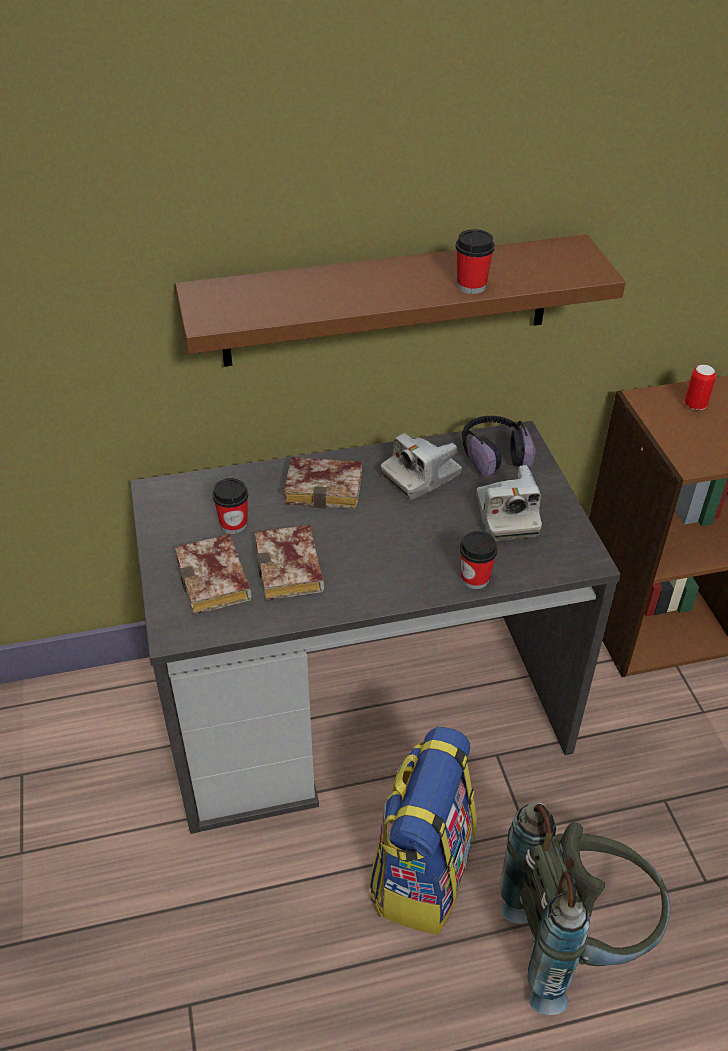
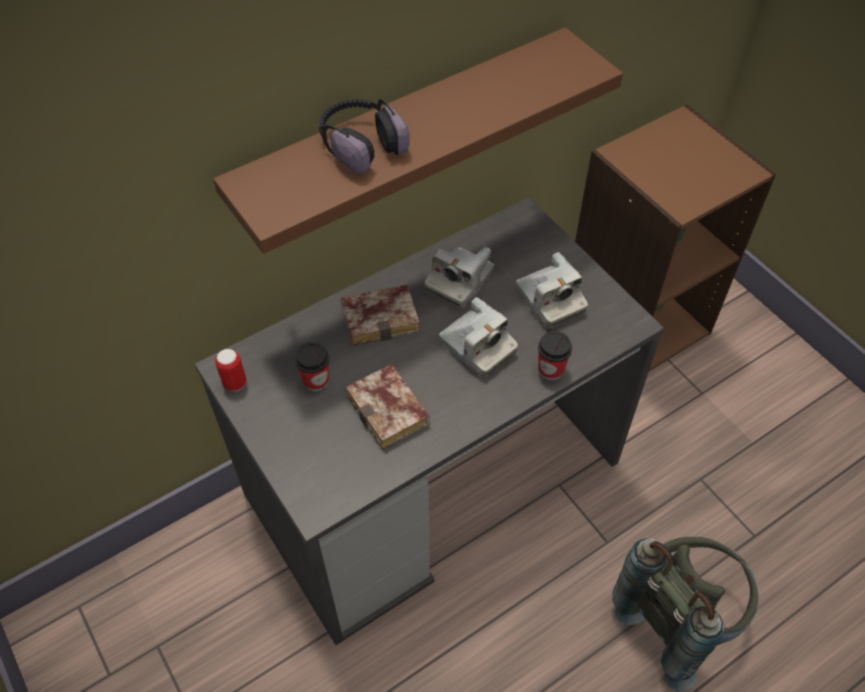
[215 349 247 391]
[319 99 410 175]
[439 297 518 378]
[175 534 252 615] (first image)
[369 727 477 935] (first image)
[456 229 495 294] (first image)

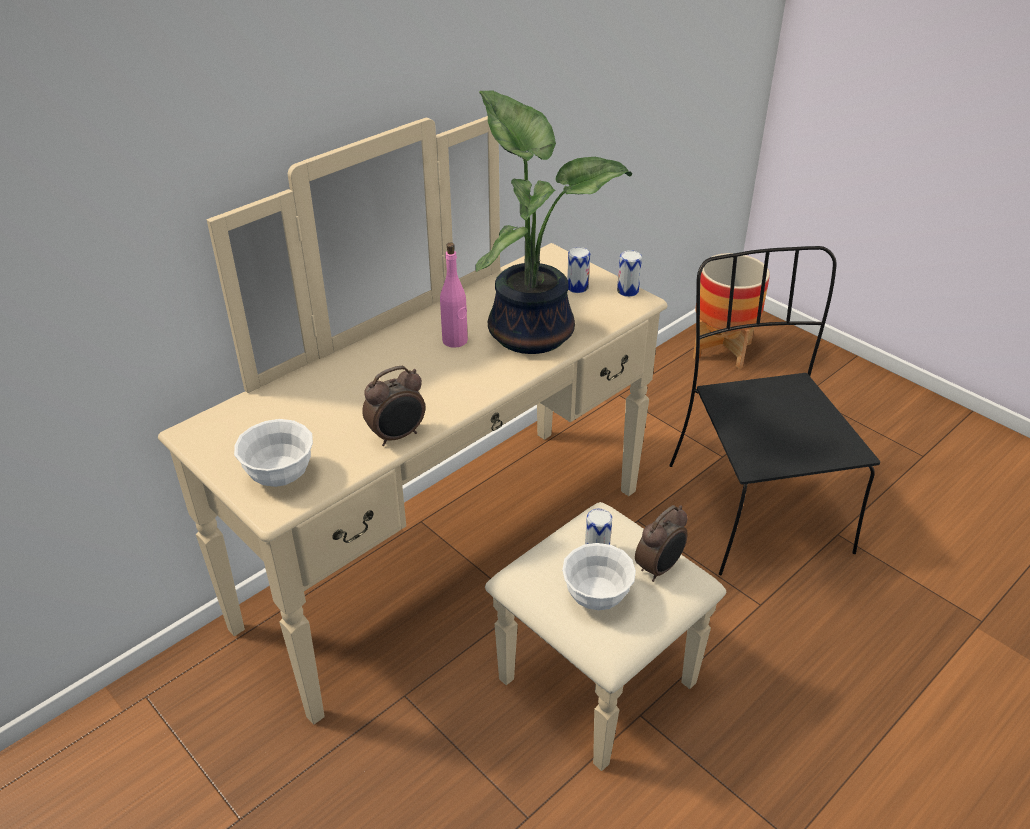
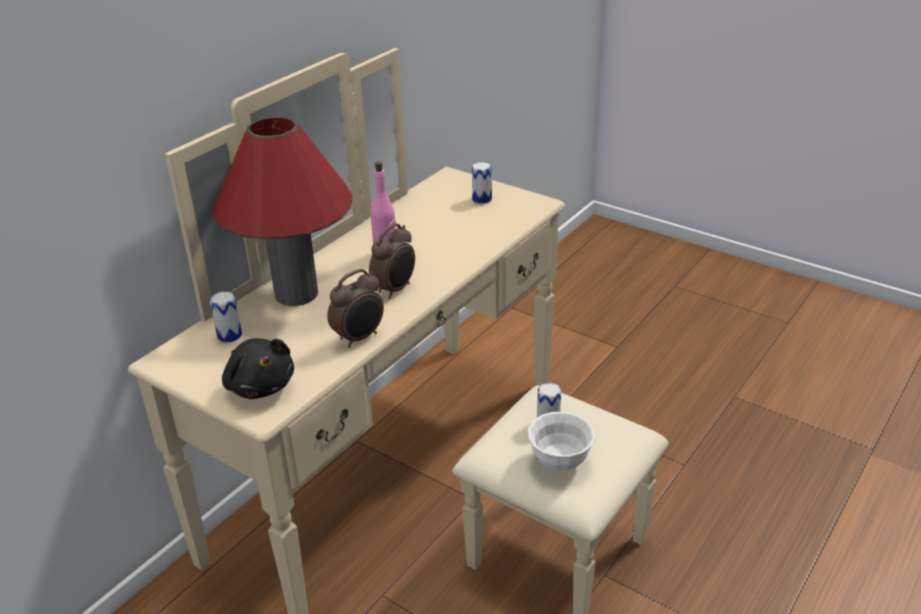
[210 291 242 343]
[213 117 353 306]
[222 338 294 399]
[369 223 415 299]
[475 90 632 354] (first image)
[669 246 880 575] (first image)
[693 253 770 369] (first image)

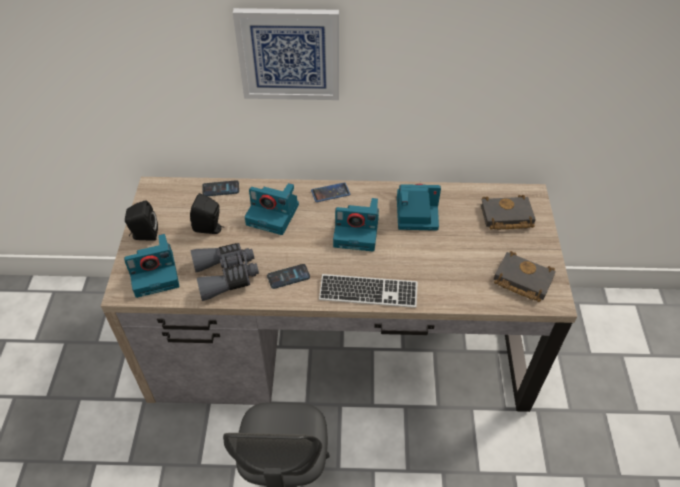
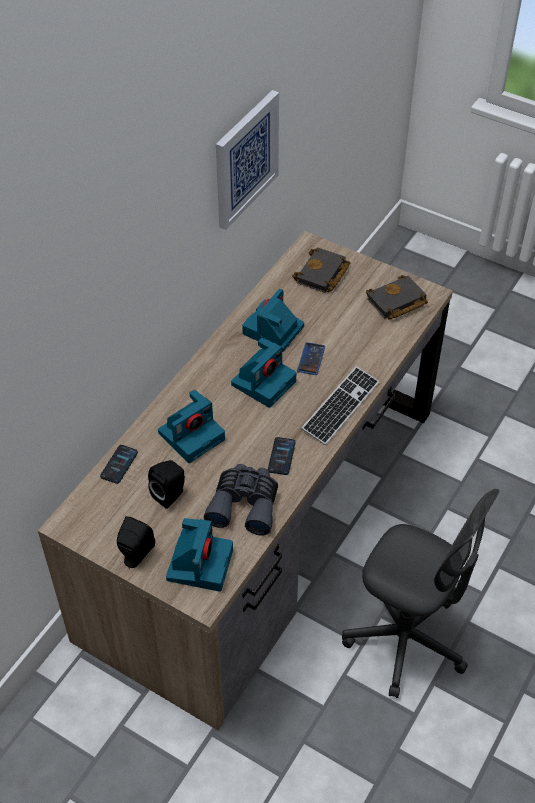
[216 90 279 230]
[297 342 325 375]

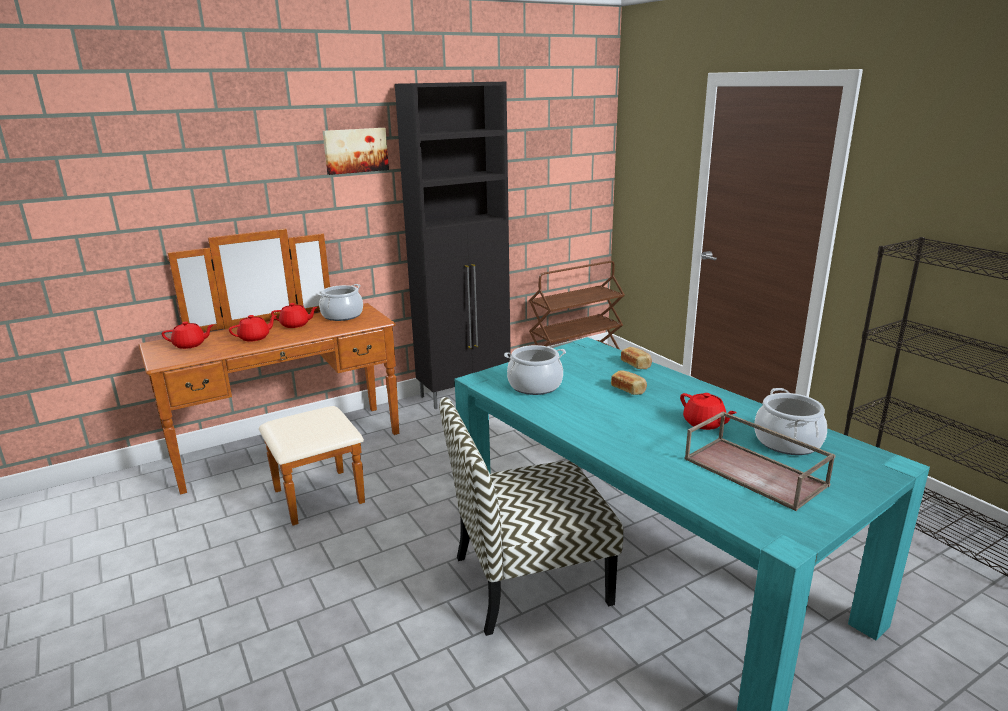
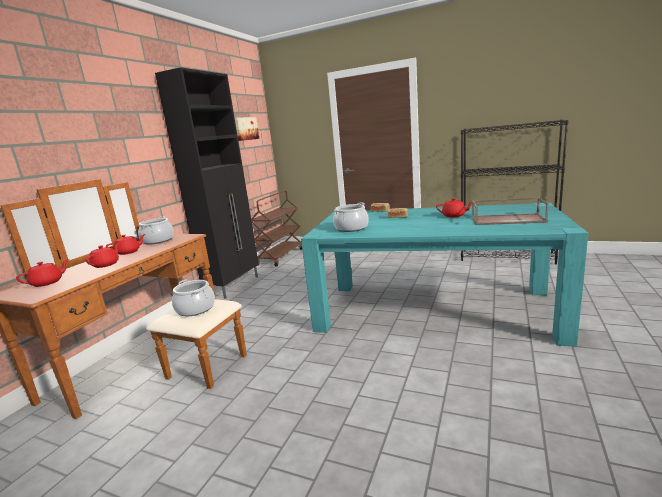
[172 280 215 316]
[235 117 259 141]
[439 397 624 636] (first image)

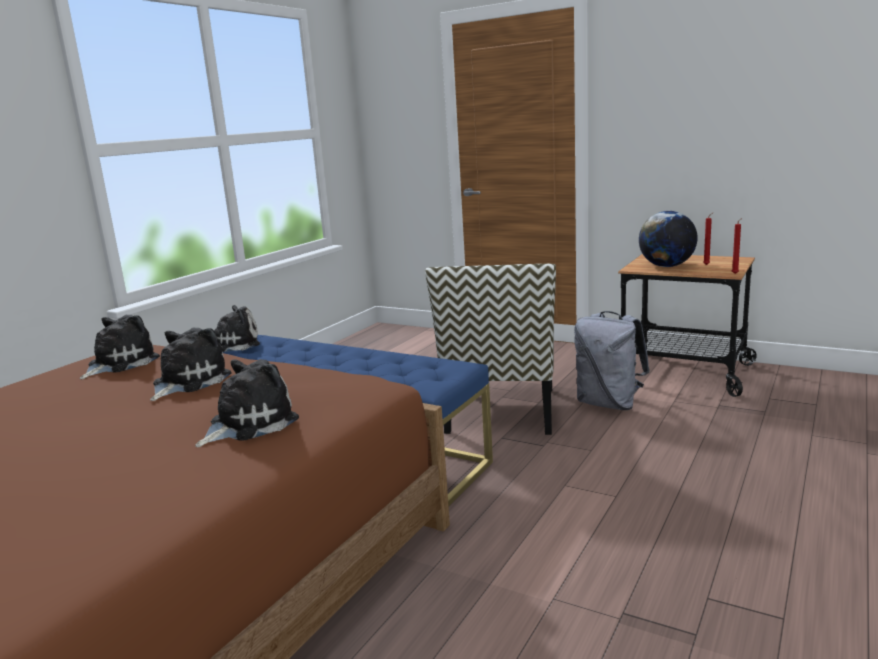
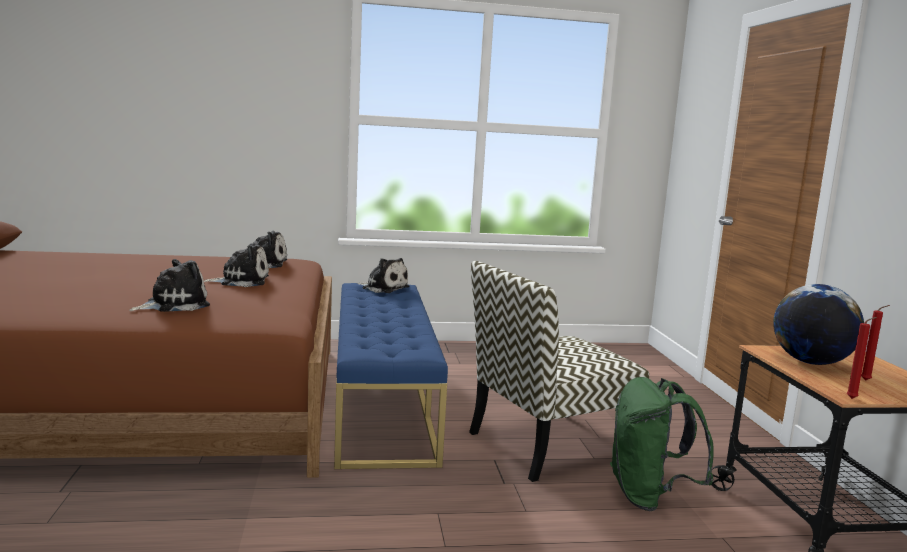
[129 259 210 312]
[610 377 714 511]

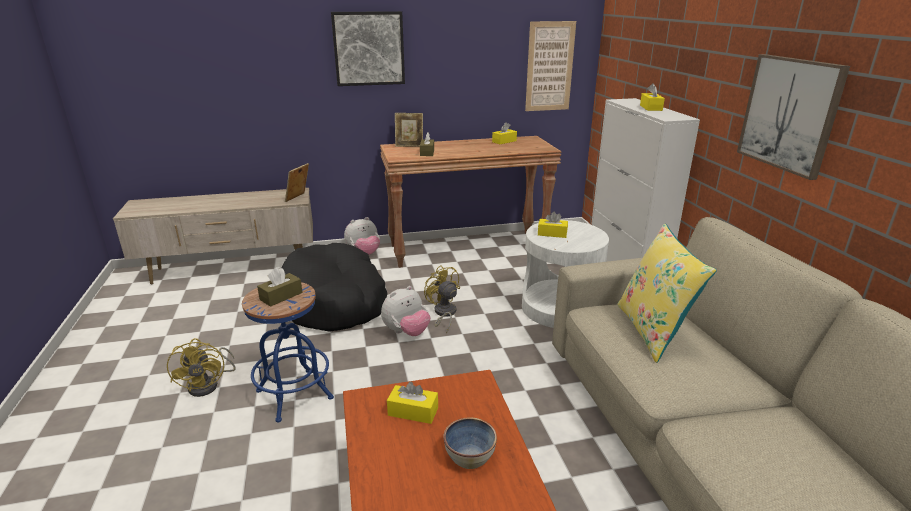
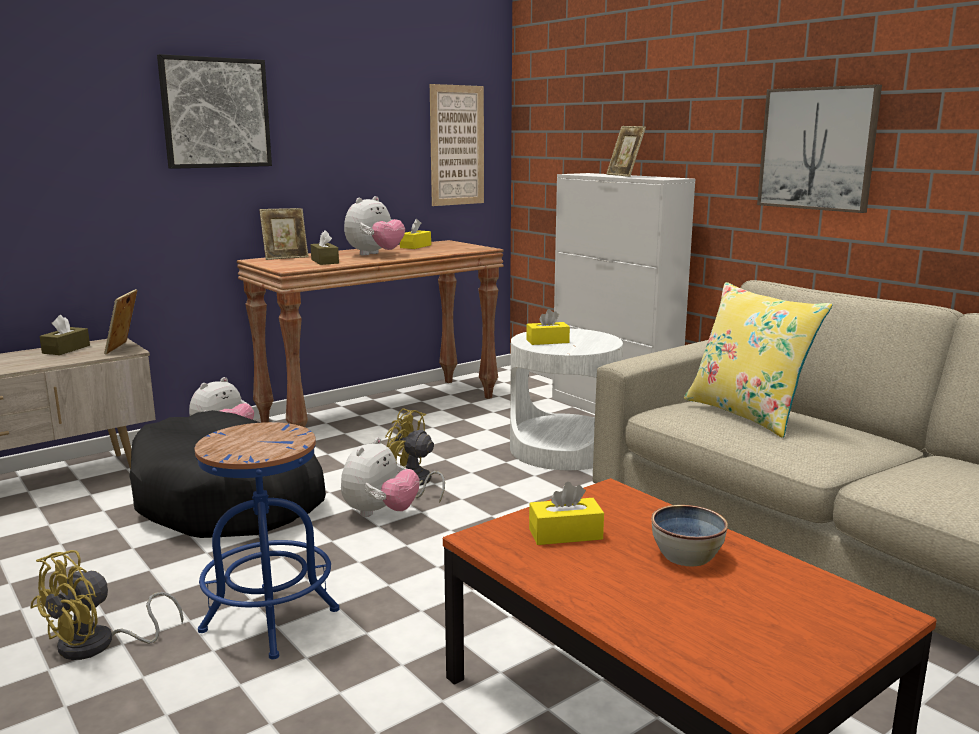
[30 550 183 660]
[39 315 90 355]
[344 196 405 256]
[606 126 646 177]

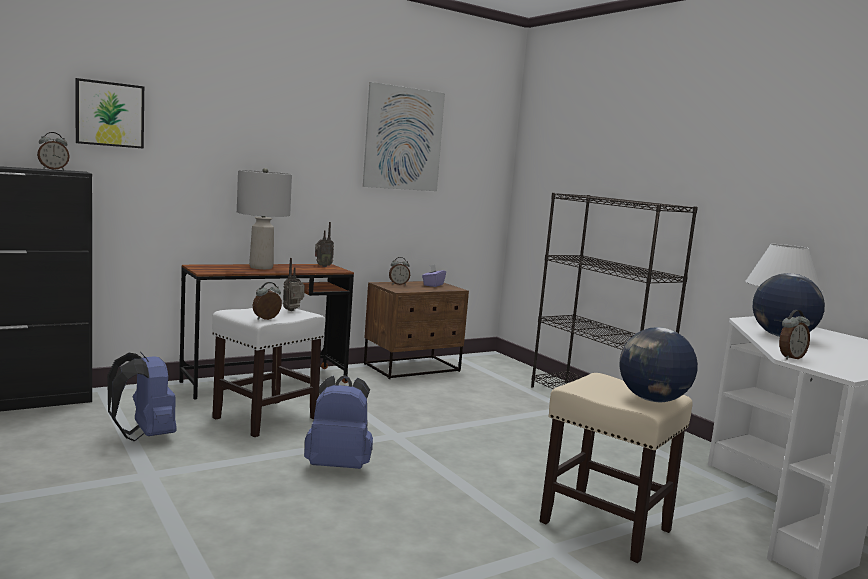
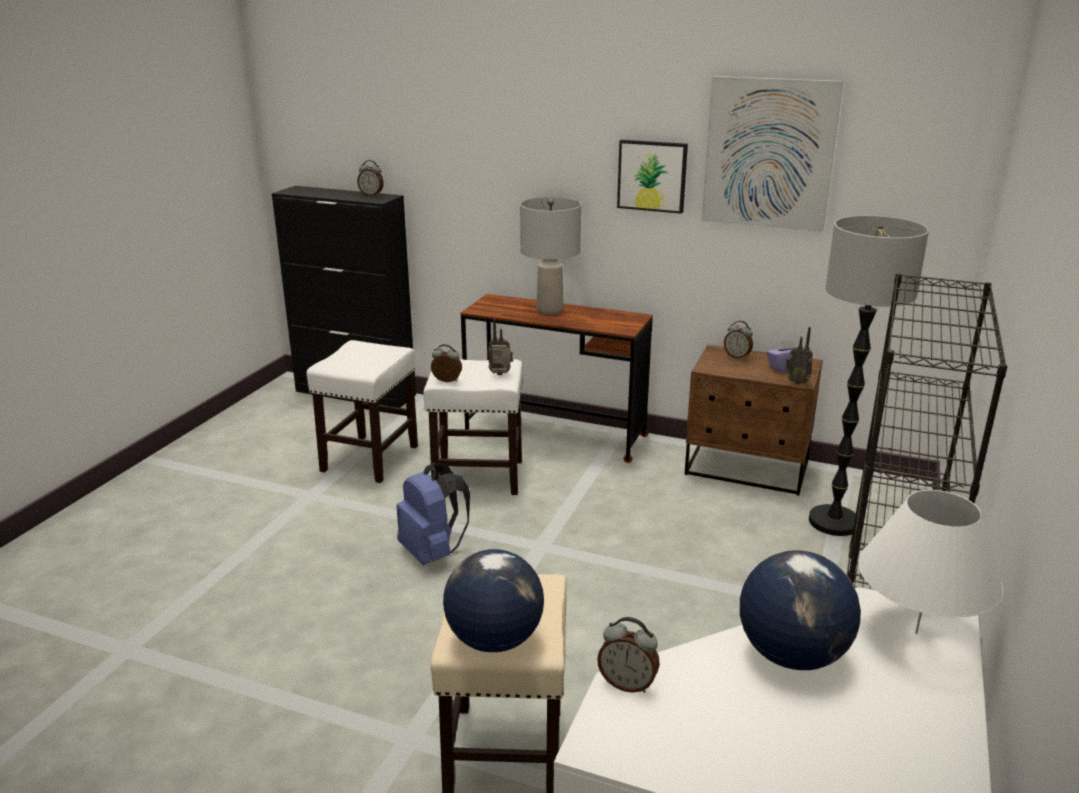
[307 340 418 483]
[617 140 688 214]
[785 327 813 385]
[809 216 929 536]

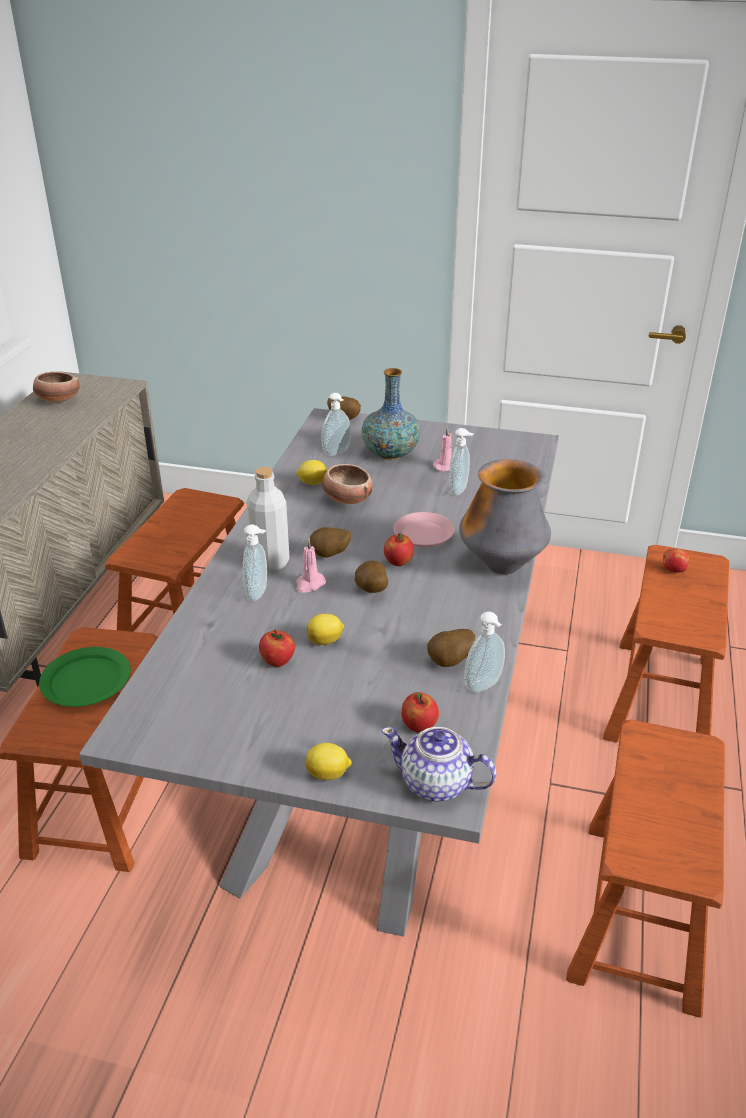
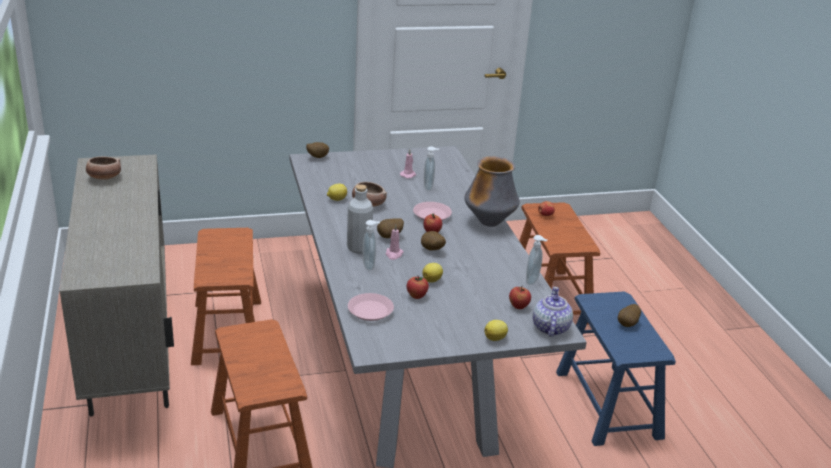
[348 293 394 321]
[533 287 573 337]
[556 292 676 446]
[618 304 641 327]
[39 647 131 707] (first image)
[321 393 351 456] (first image)
[362 368 420 460] (first image)

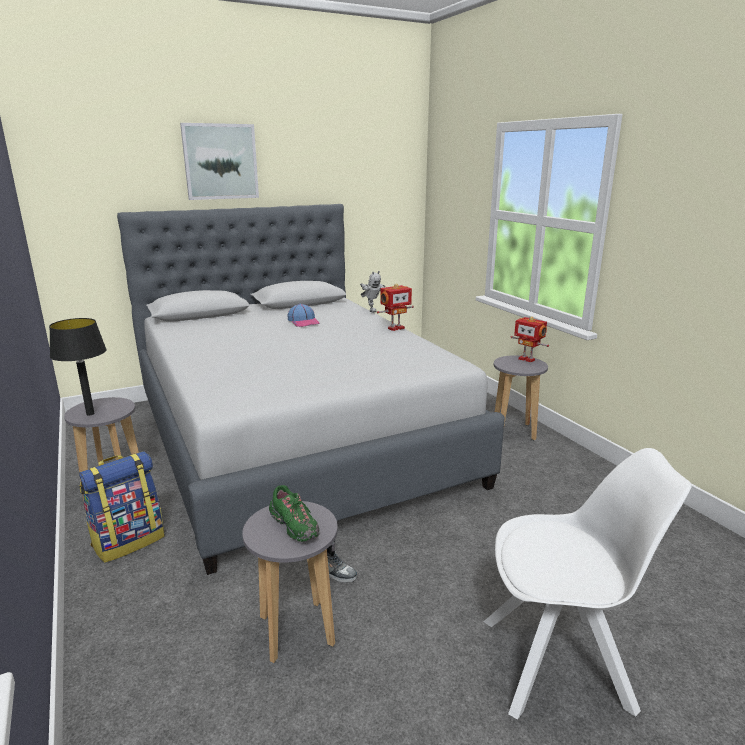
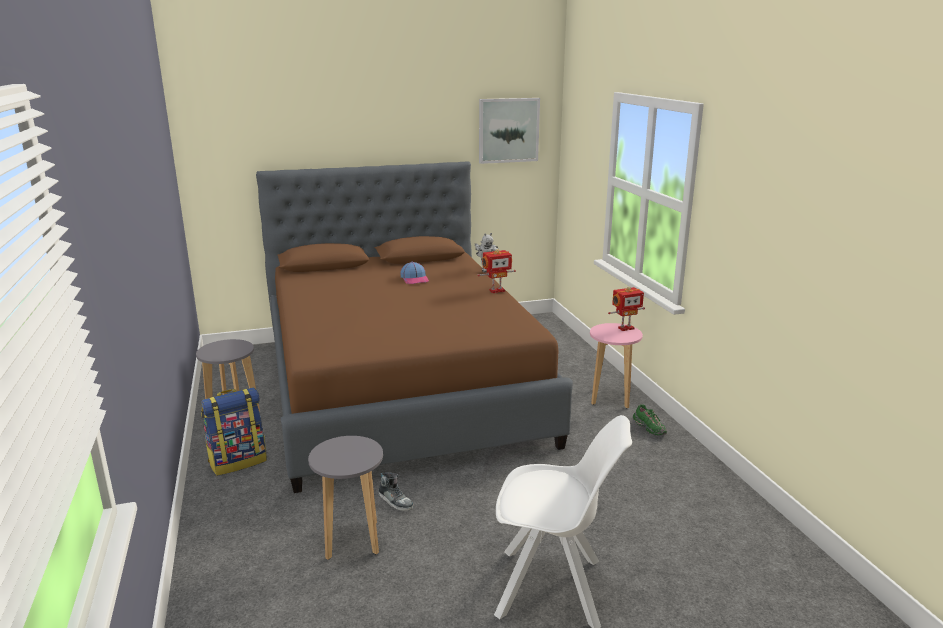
[256 162 573 493]
[479 98 540 164]
[590 323 643 408]
[608 287 645 331]
[633 405 667 435]
[49 318 107 416] (first image)

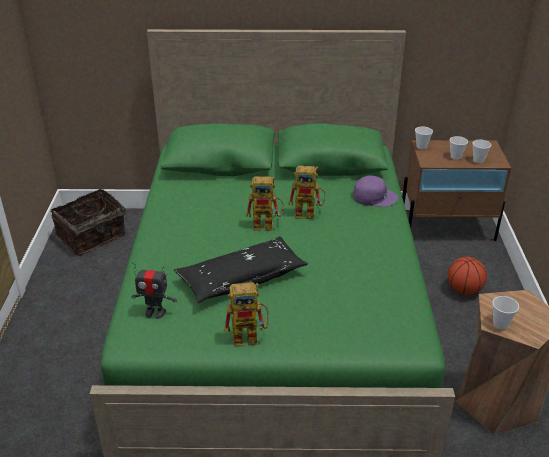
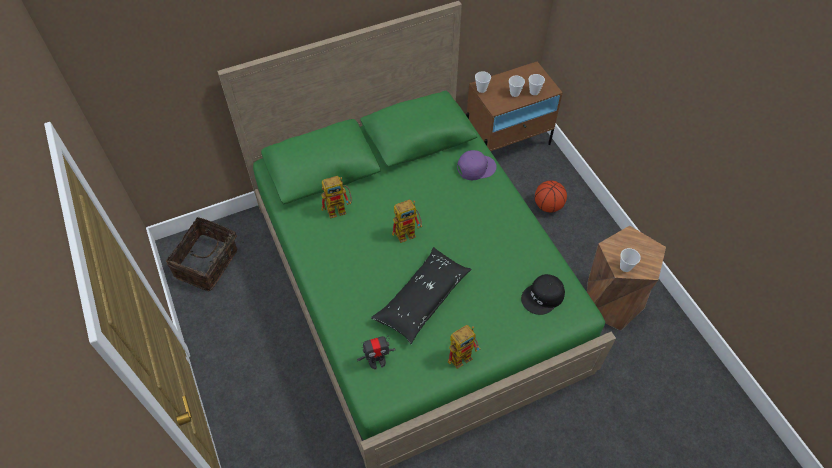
[321 176 352 219]
[521 274 565 315]

